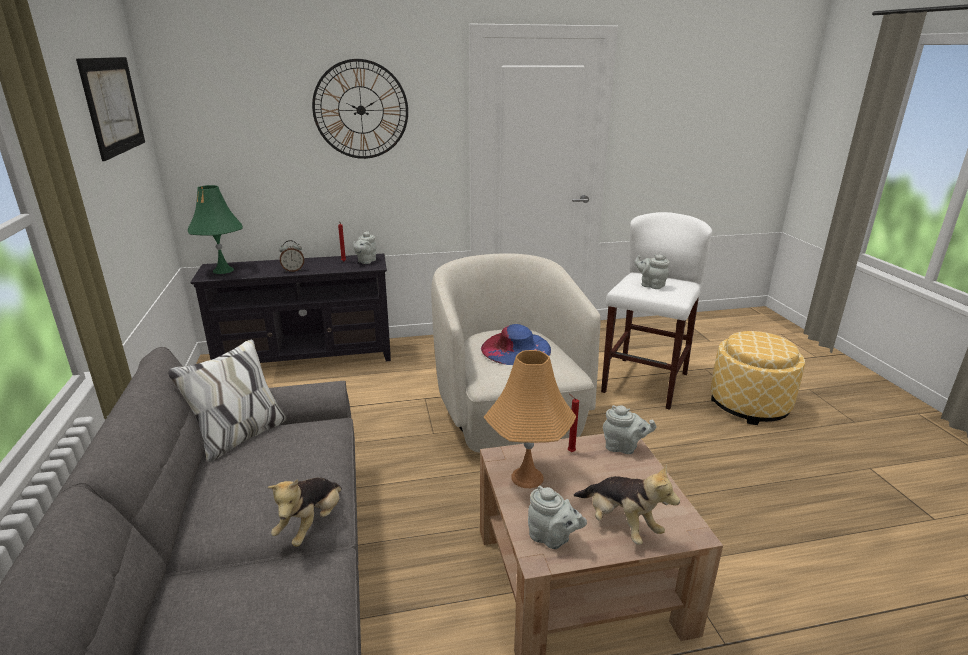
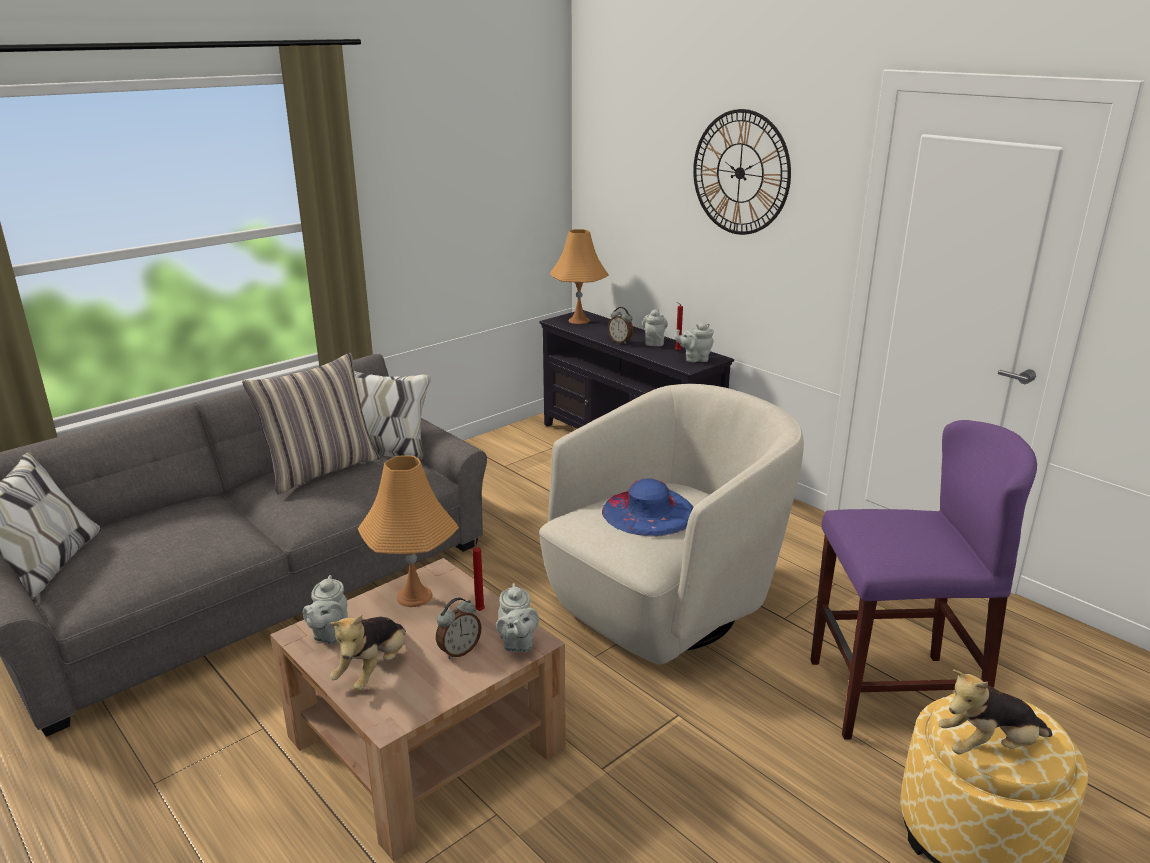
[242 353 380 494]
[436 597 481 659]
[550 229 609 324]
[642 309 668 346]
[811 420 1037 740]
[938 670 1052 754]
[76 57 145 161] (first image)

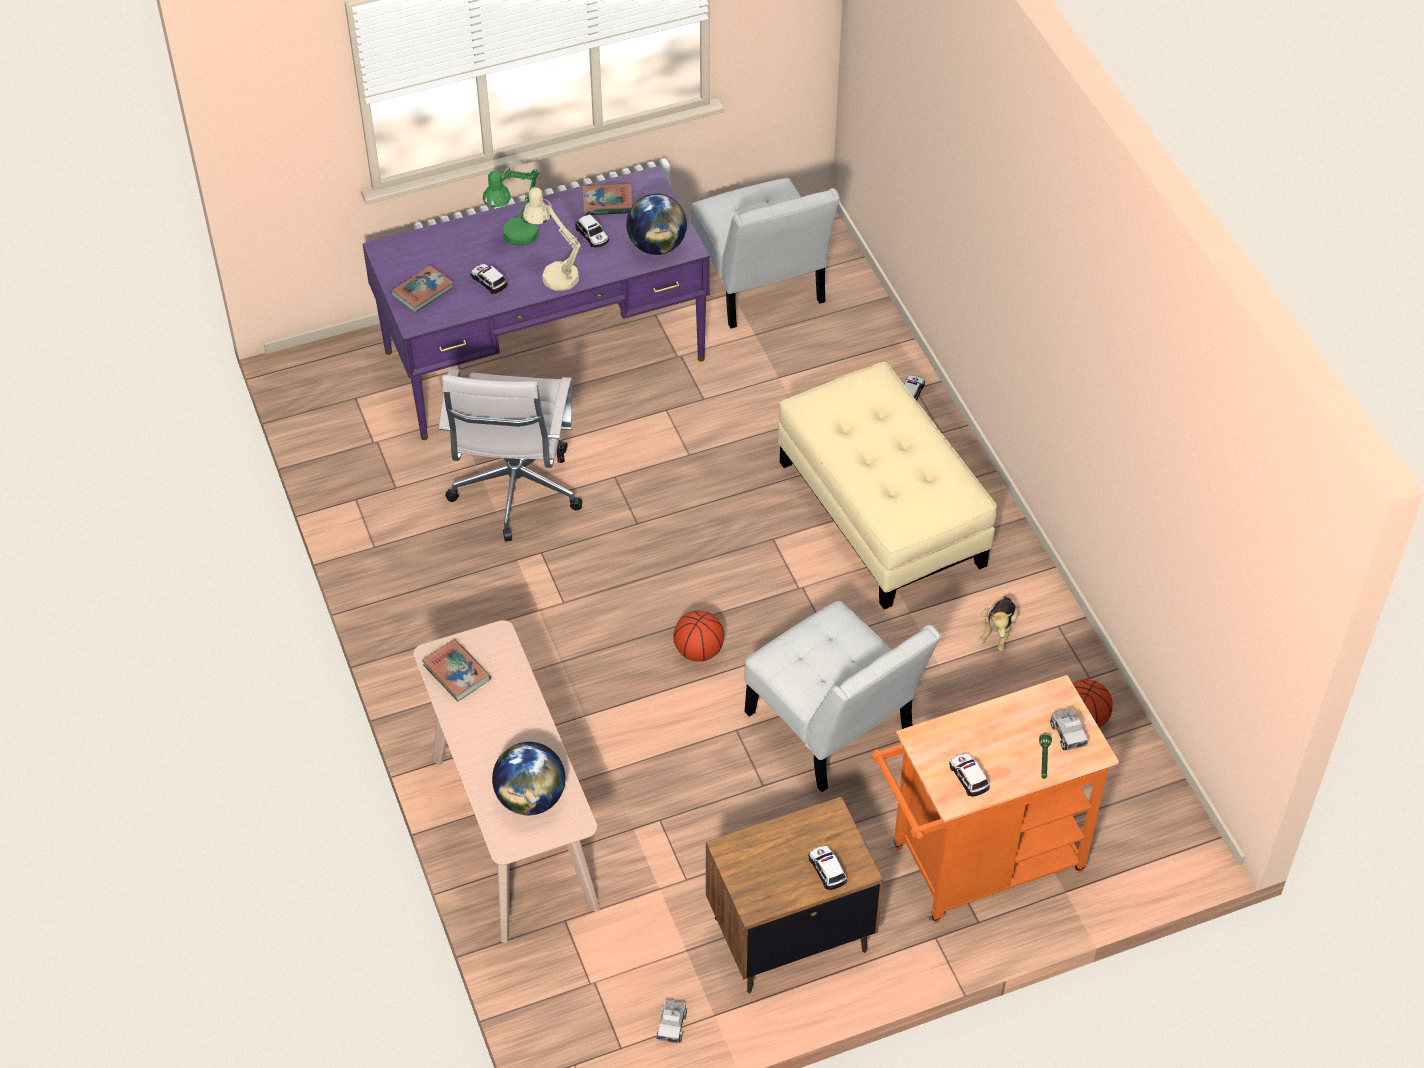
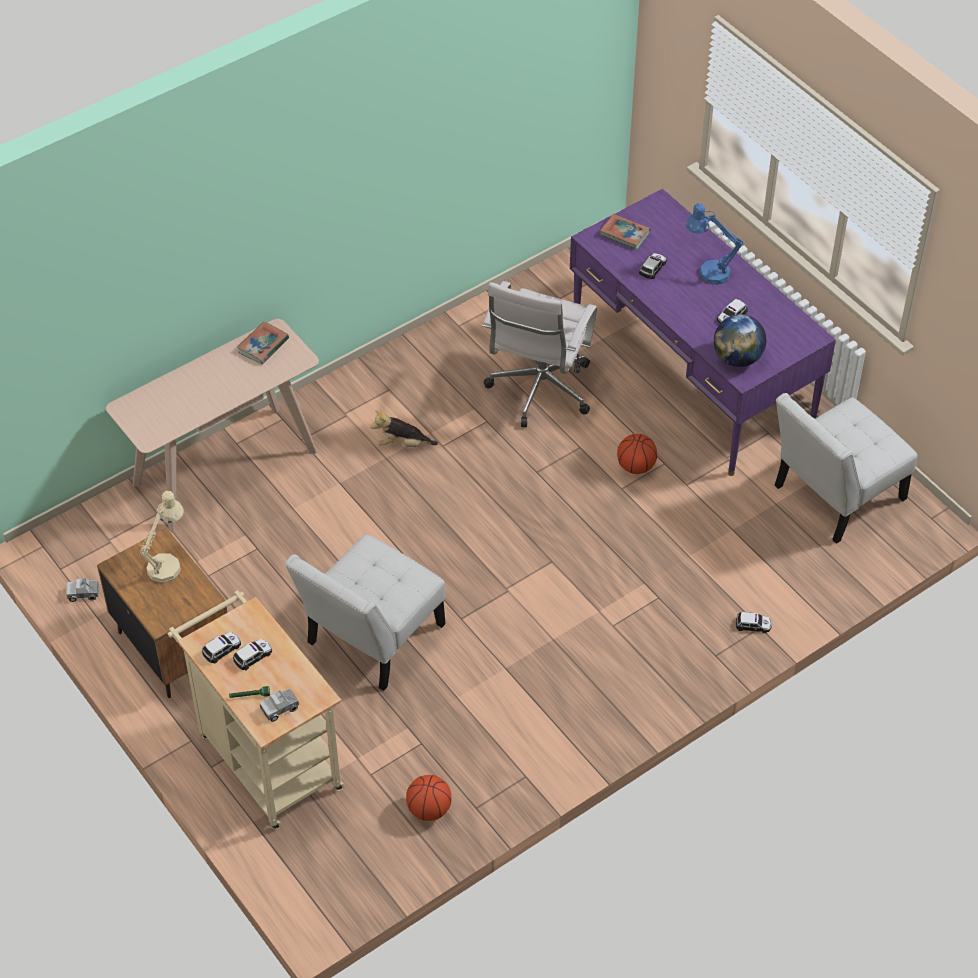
[140 491 184 583]
[168 590 344 830]
[233 639 272 670]
[371 410 438 447]
[482 281 597 427]
[617 434 657 474]
[686 203 743 284]
[492 742 565 815] (first image)
[583 183 633 215] (first image)
[778 362 997 609] (first image)

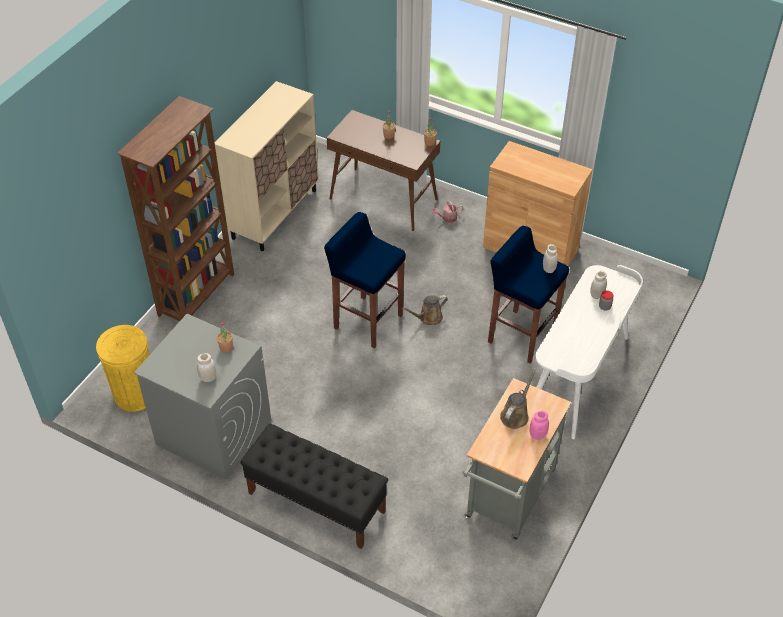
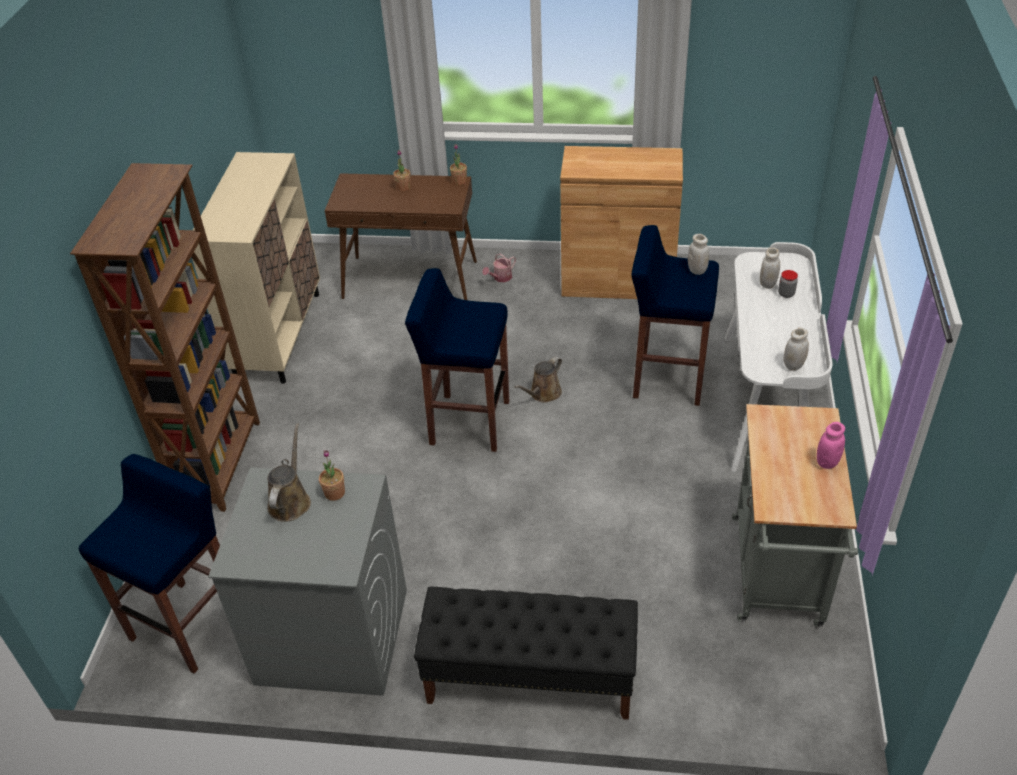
[79 454 220 674]
[267 423 311 522]
[784 328 809 371]

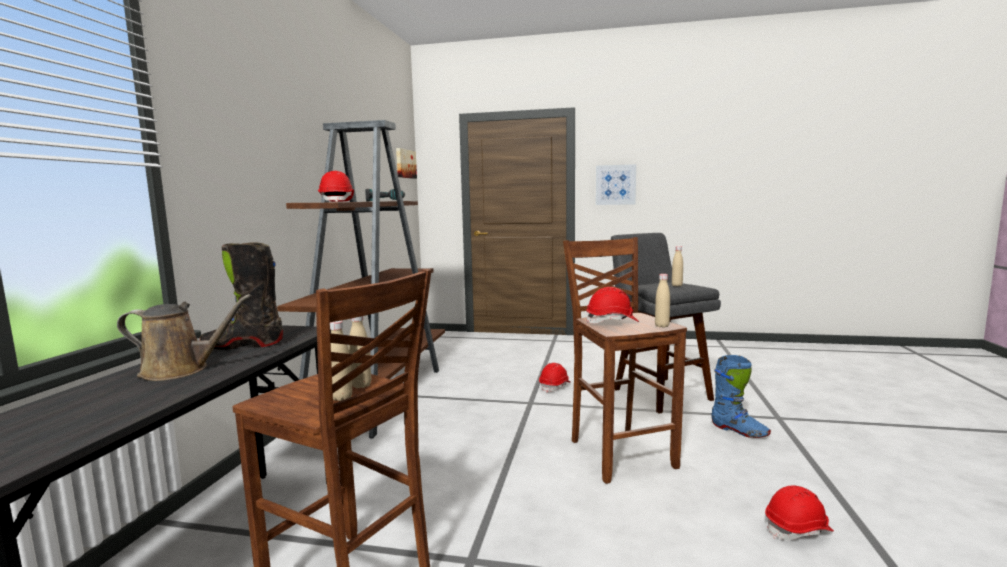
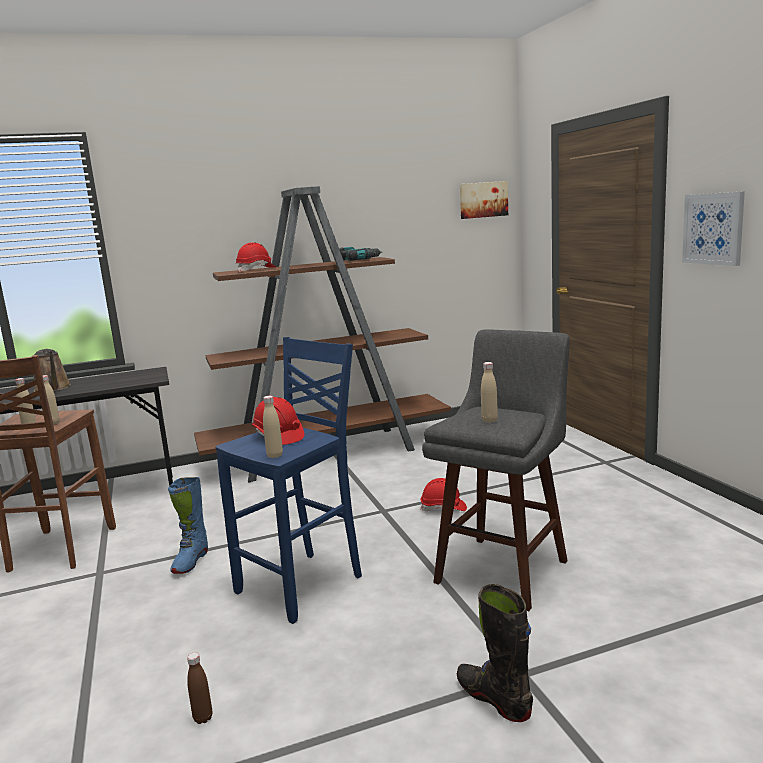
[168 477 208 574]
[187 652 212 724]
[215 337 362 624]
[457 584 533 722]

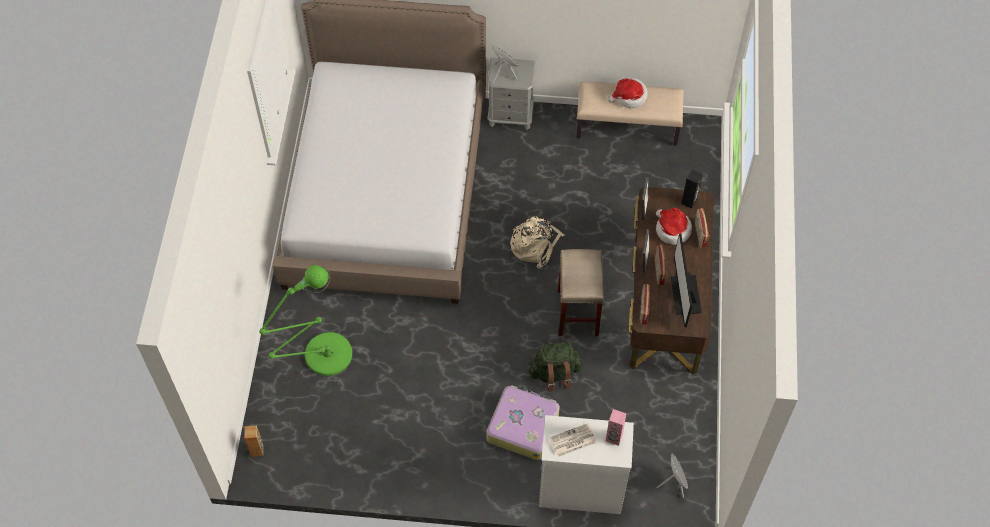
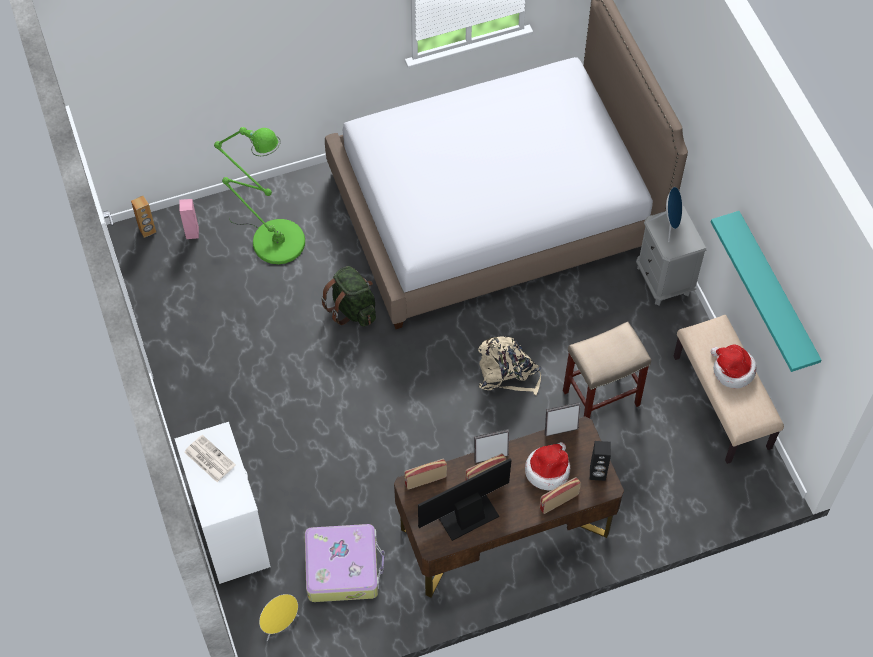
[179 199 199 239]
[259 594 299 641]
[305 524 385 602]
[321 266 376 327]
[563 322 651 419]
[711 211 821 372]

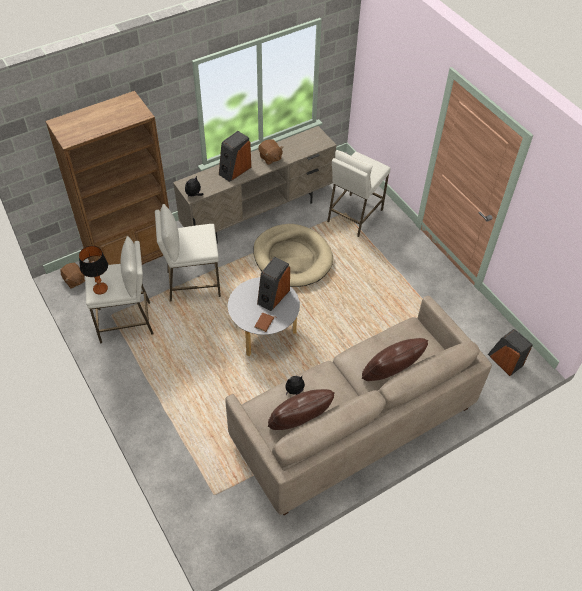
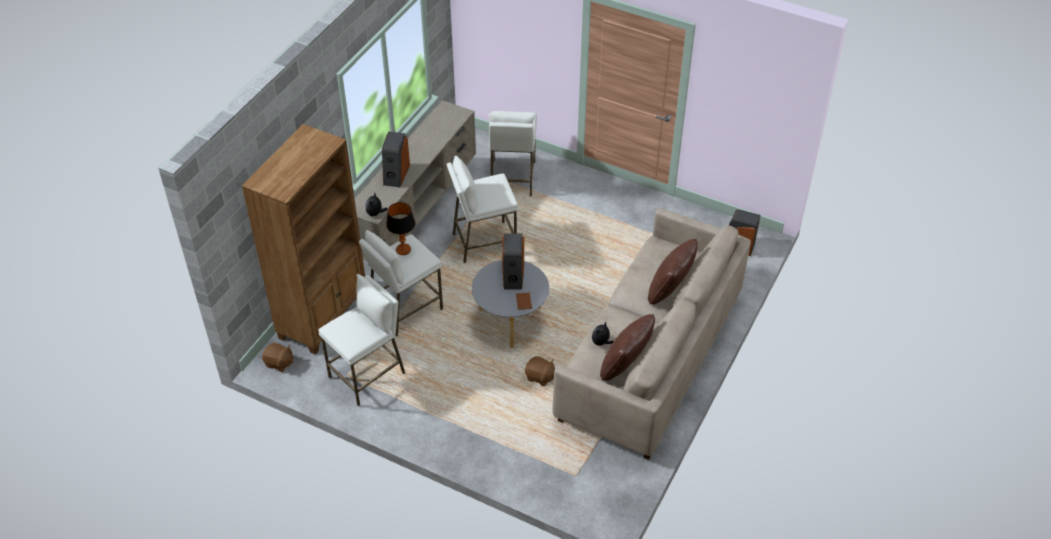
[386 202 415 255]
[447 156 518 263]
[525 356 555 386]

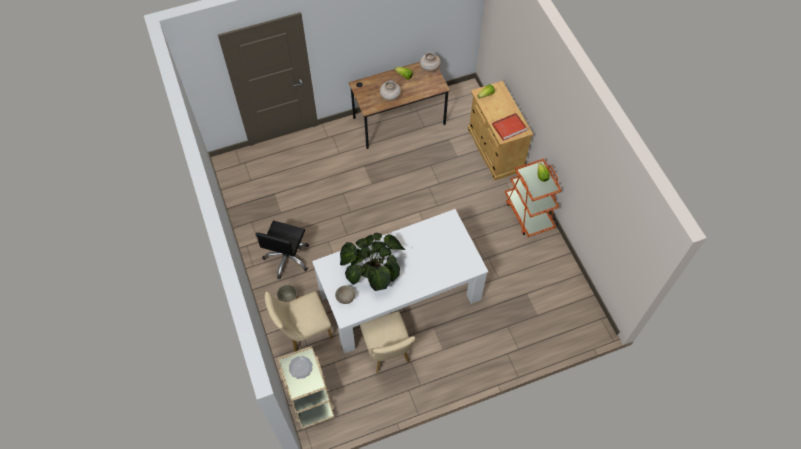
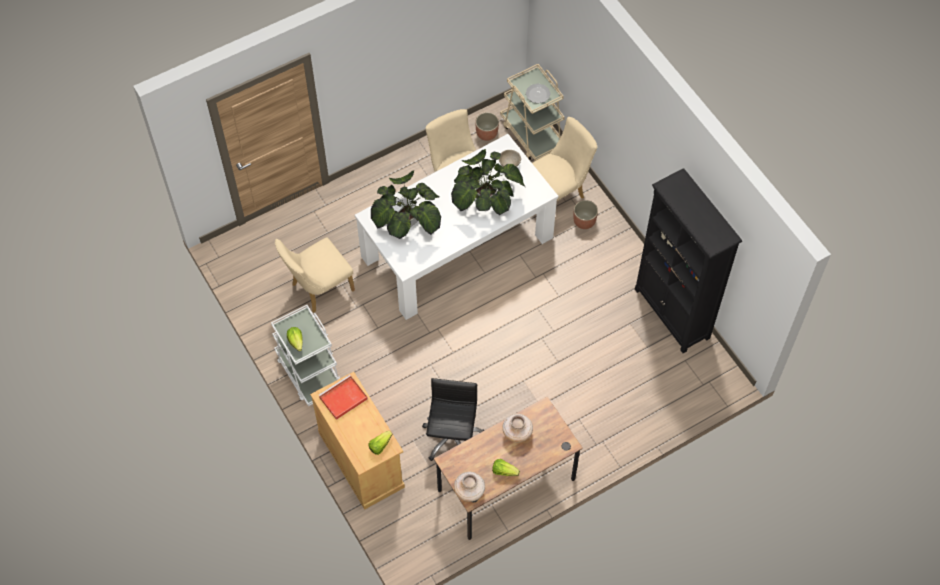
[271 305 340 406]
[275 238 355 313]
[371 170 441 239]
[422 378 484 461]
[475 112 499 141]
[635 168 742 353]

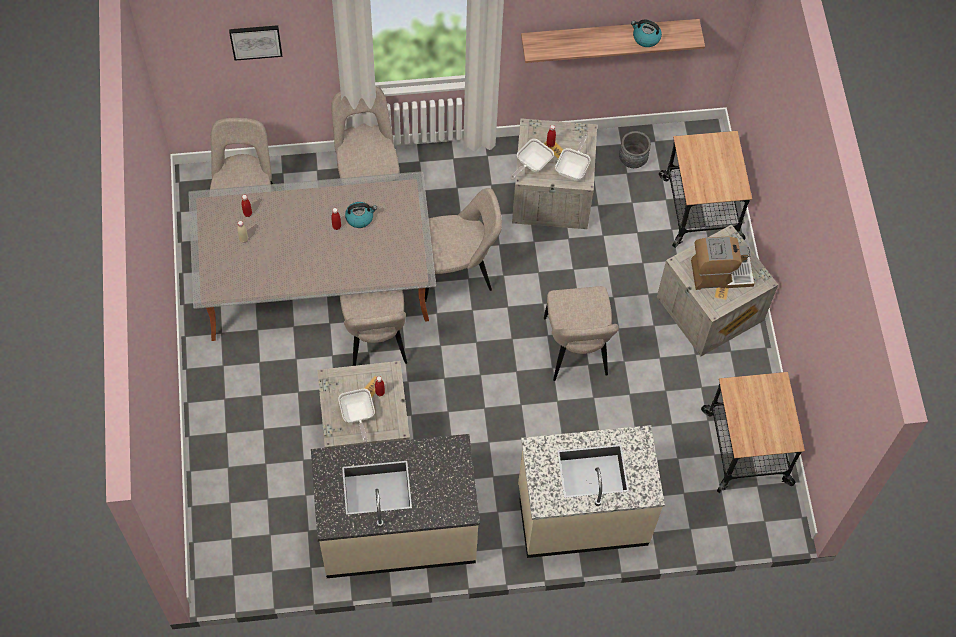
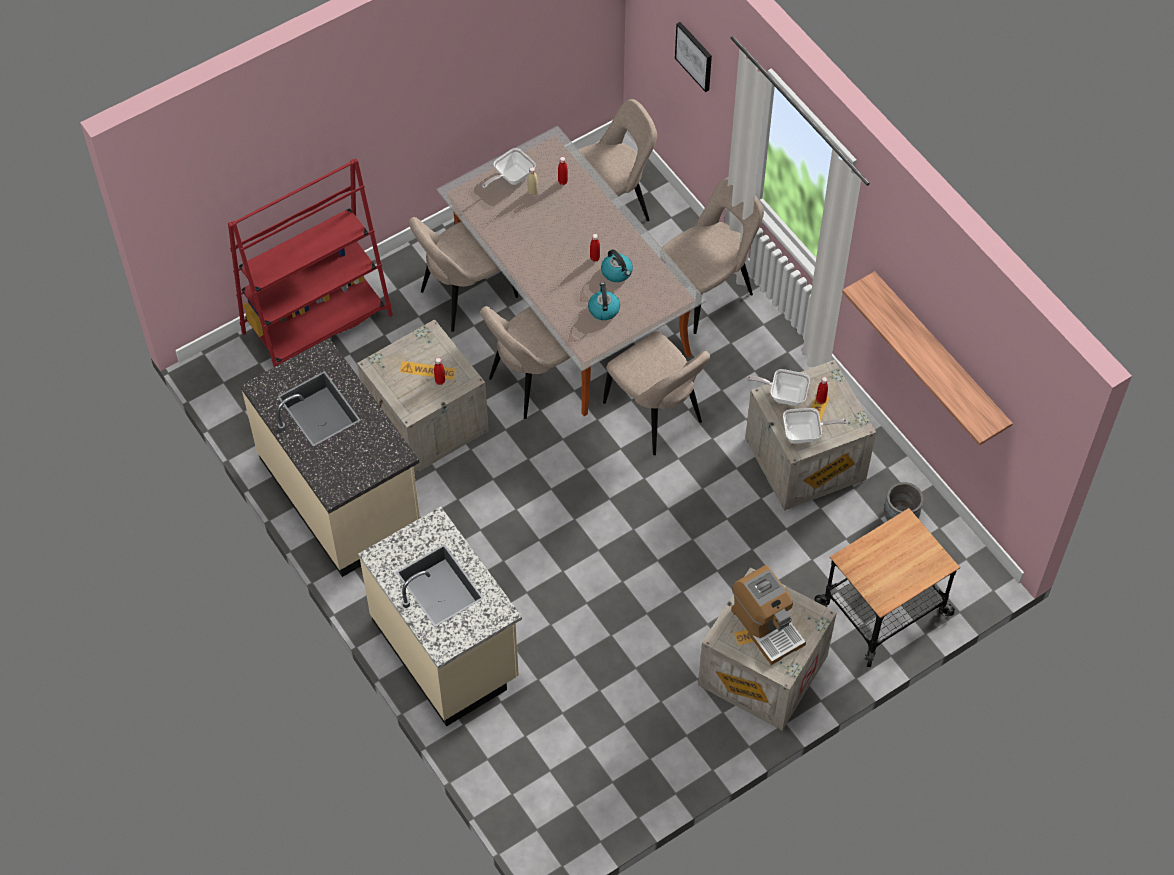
[228 158 393 367]
[408 217 518 332]
[482 148 536 189]
[588 282 620 320]
[701 372 805 493] (first image)

